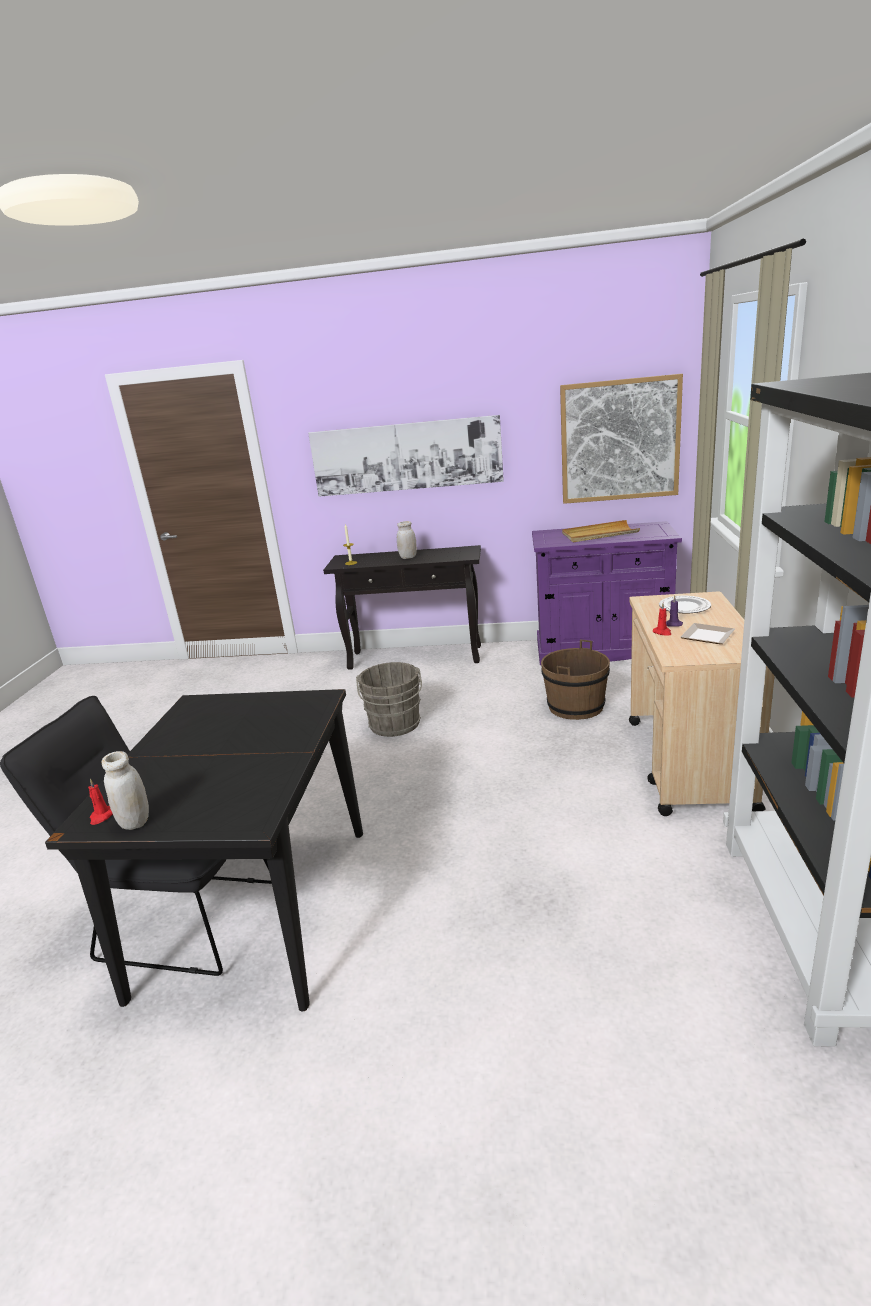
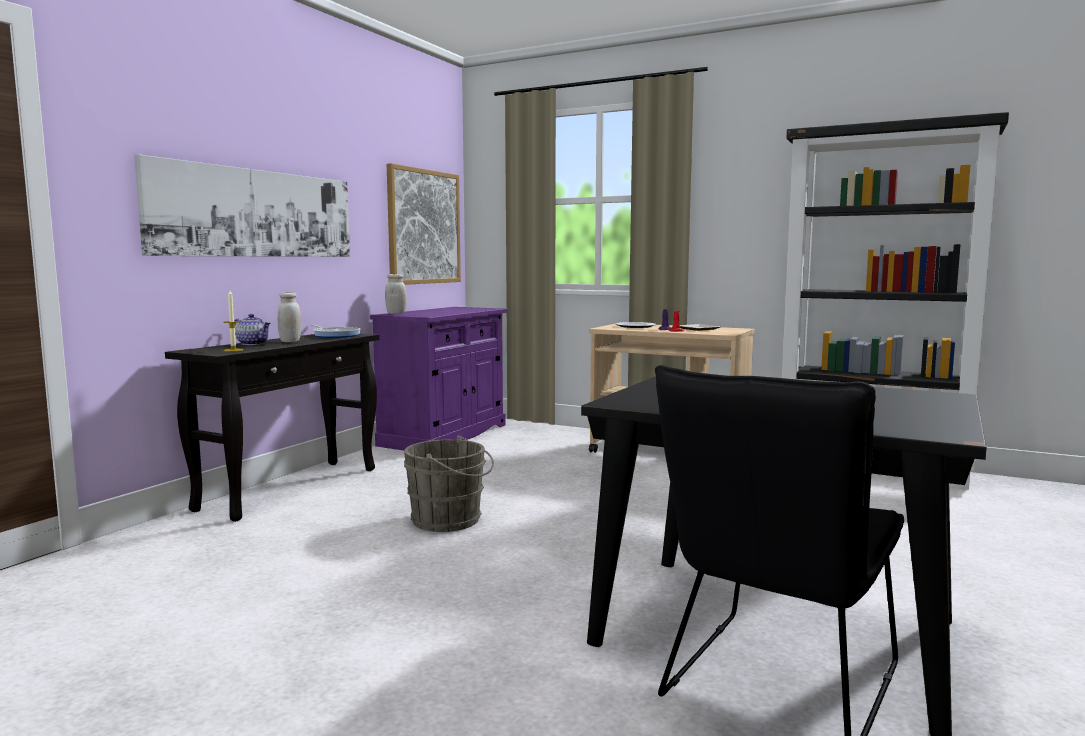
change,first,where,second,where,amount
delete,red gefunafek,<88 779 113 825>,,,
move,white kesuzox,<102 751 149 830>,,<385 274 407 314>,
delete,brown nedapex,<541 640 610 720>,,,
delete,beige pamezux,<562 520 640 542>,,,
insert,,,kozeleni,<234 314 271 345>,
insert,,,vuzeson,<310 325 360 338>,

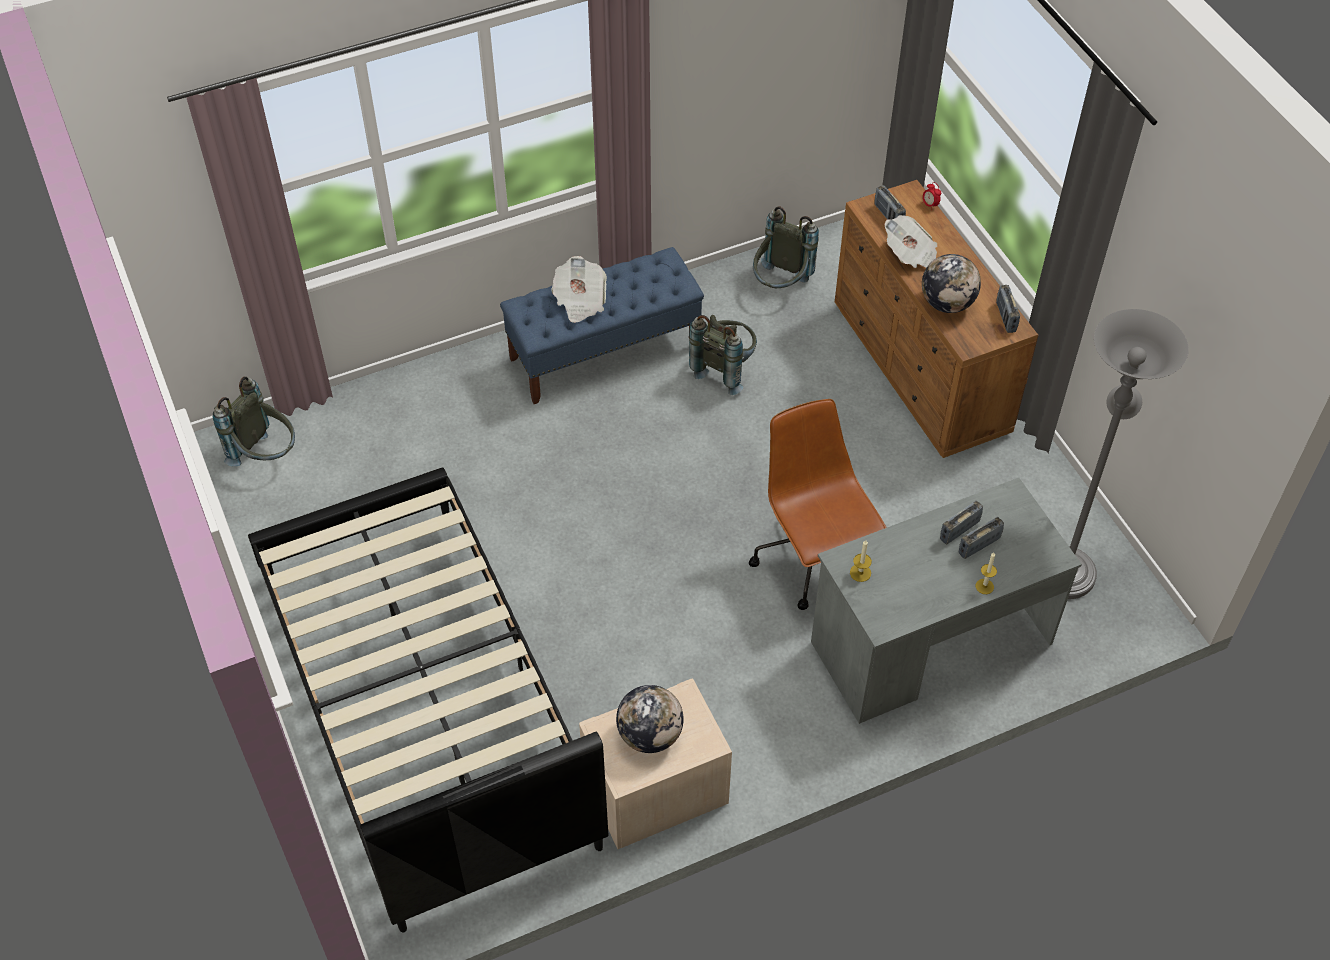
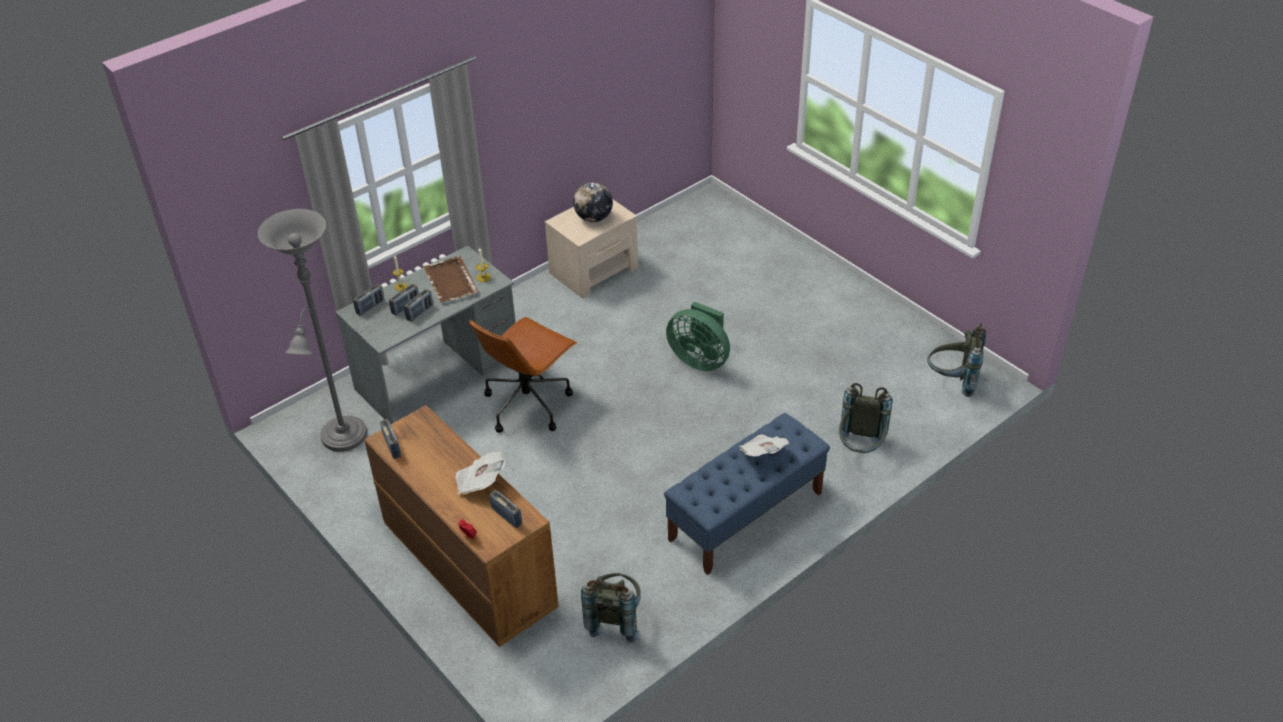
change,first,where,second,where,amount
delete,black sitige,<248 467 609 932>,,,
move,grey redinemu,<689 315 757 395>,,<837 383 893 453>,
rotate,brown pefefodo,<749 399 887 610>,,<469 317 577 433>,75 degrees clockwise
delete,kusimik,<922 254 981 313>,,,
insert,,,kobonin,<353 284 384 316>,
insert,,,brown pamezux,<423 256 478 303>,
insert,,,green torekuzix,<666 302 730 371>,

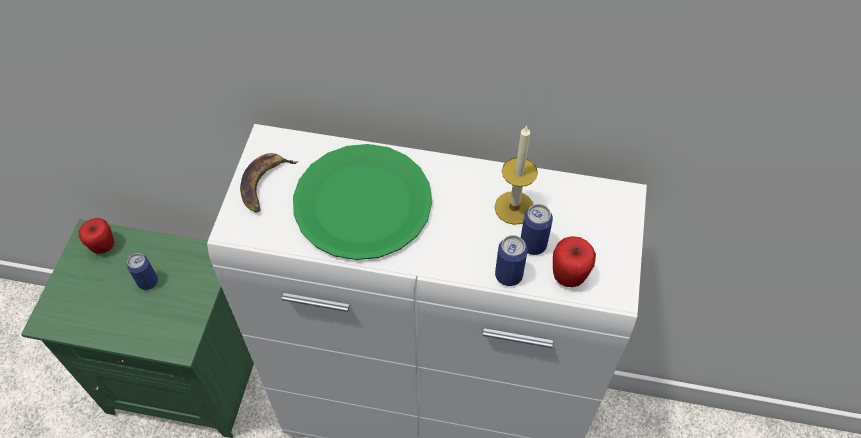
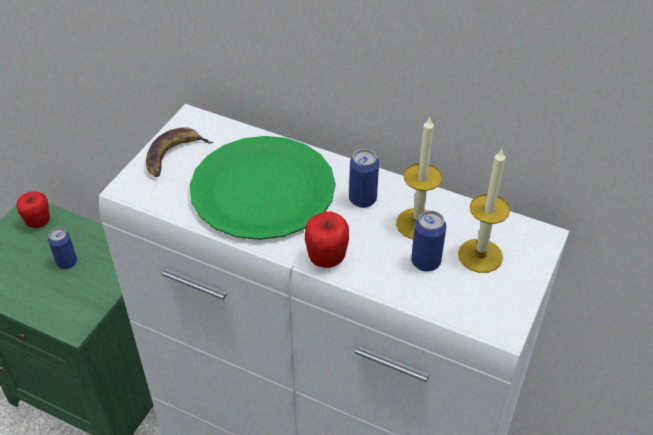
change,first,where,second,where,amount
move,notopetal,<495 235 528 286>,,<349 149 379 208>,
move,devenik,<553 236 596 287>,,<305 211 349 268>,
insert,,,gefunafek,<458 149 510 273>,

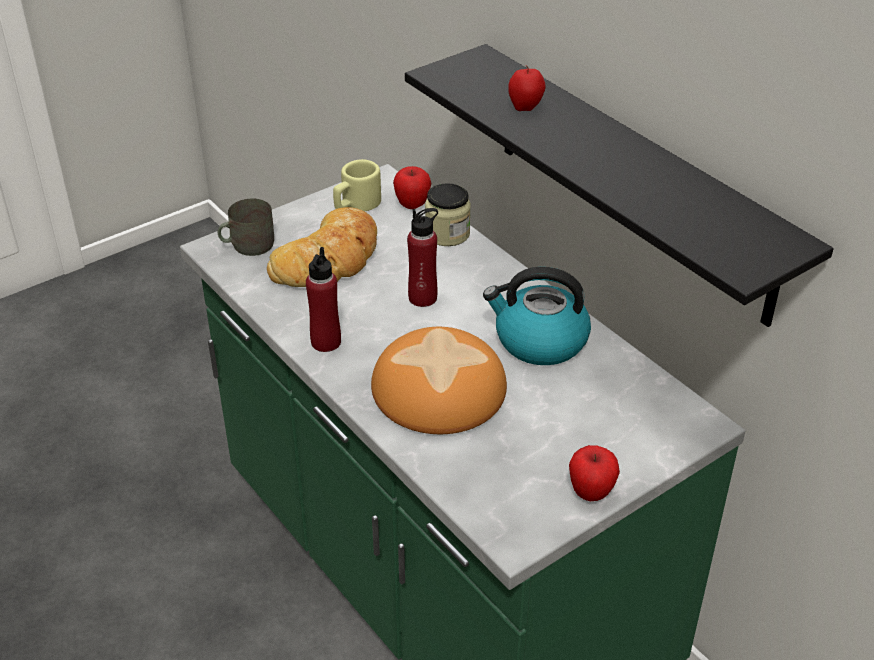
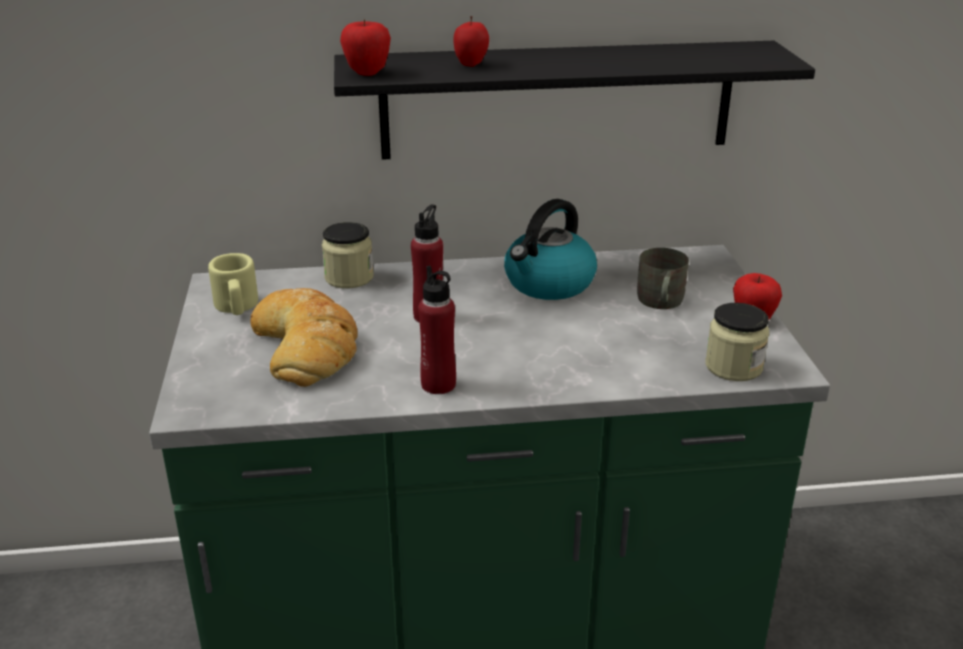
change,first,where,second,where,amount
move,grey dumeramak,<217 199 274 256>,,<637 248 689 309>,
delete,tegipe,<371 327 507 434>,,,
move,devenik,<393 166 431 209>,,<340 19 391 76>,
insert,,,kesuzox,<705 303 769 381>,

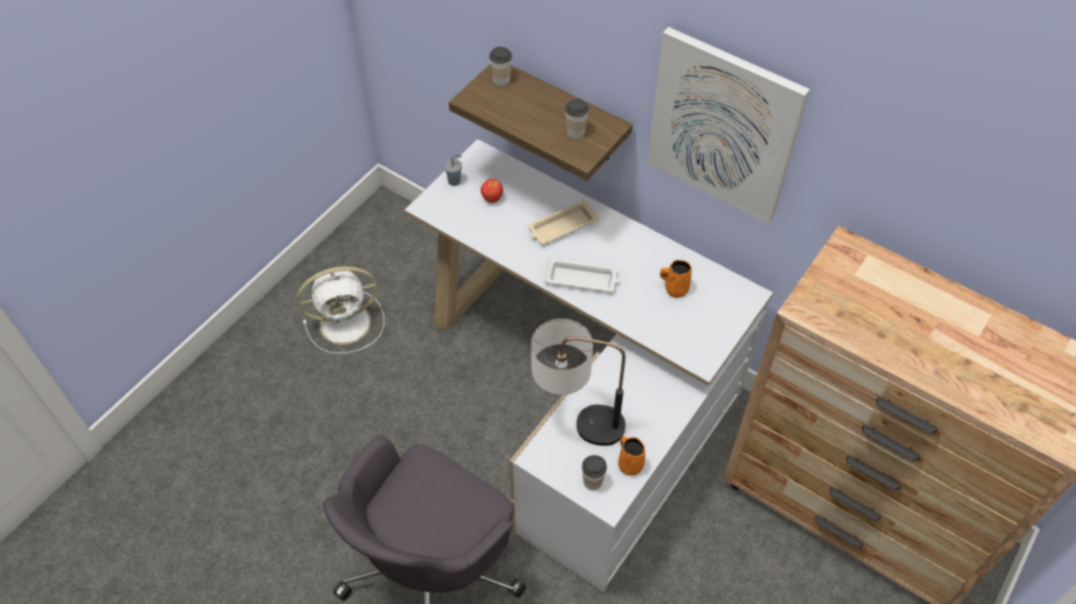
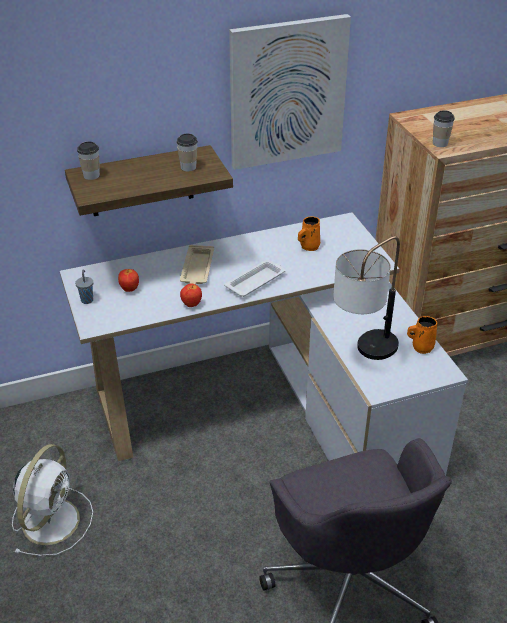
change,first,where,second,where,amount
move,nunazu,<582 455 607 490>,,<433 110 455 147>,
insert,,,devenik,<180 284 202 307>,

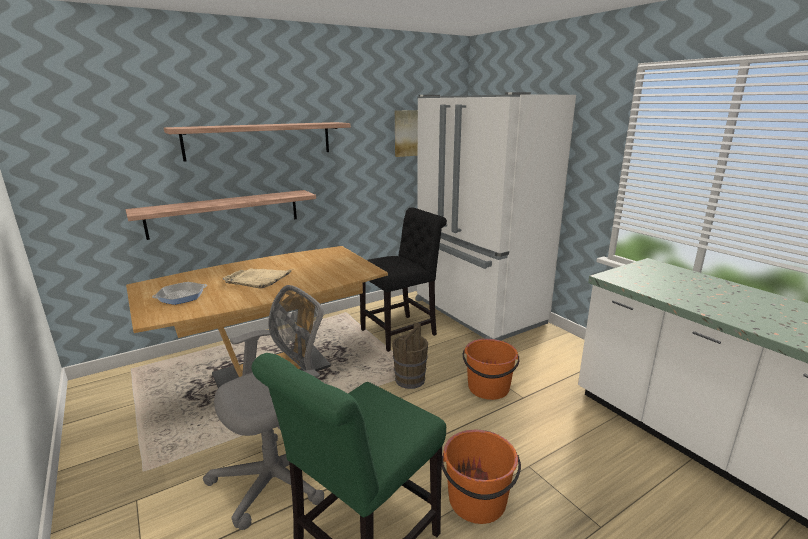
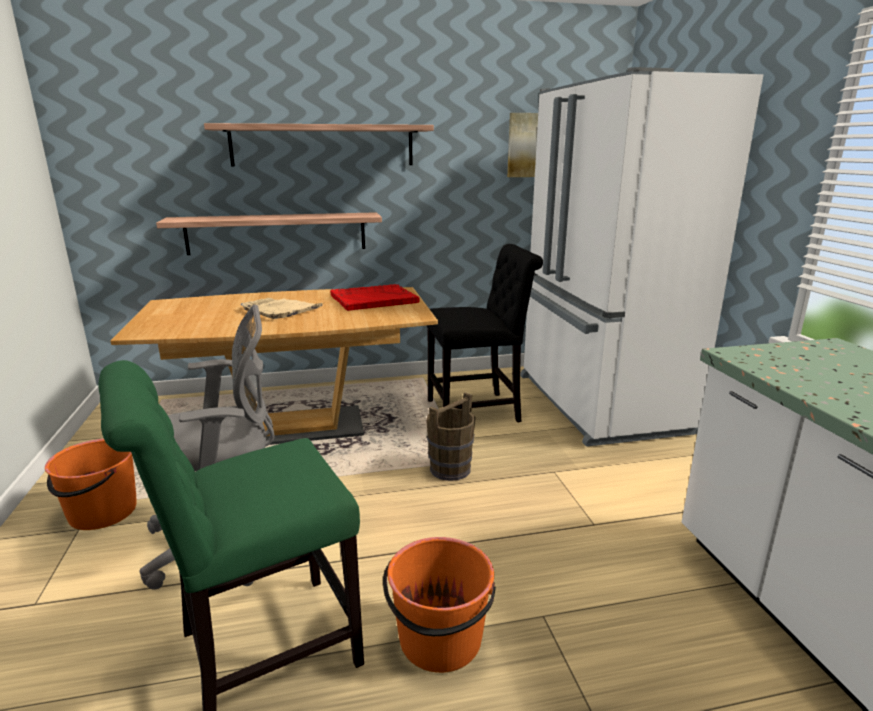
change,first,where,second,where,amount
delete,vuzeson,<152 282 207 305>,,,
move,orange nedapex,<463 339 519 400>,,<45 439 137 530>,
insert,,,red pamezux,<330 284 419 311>,

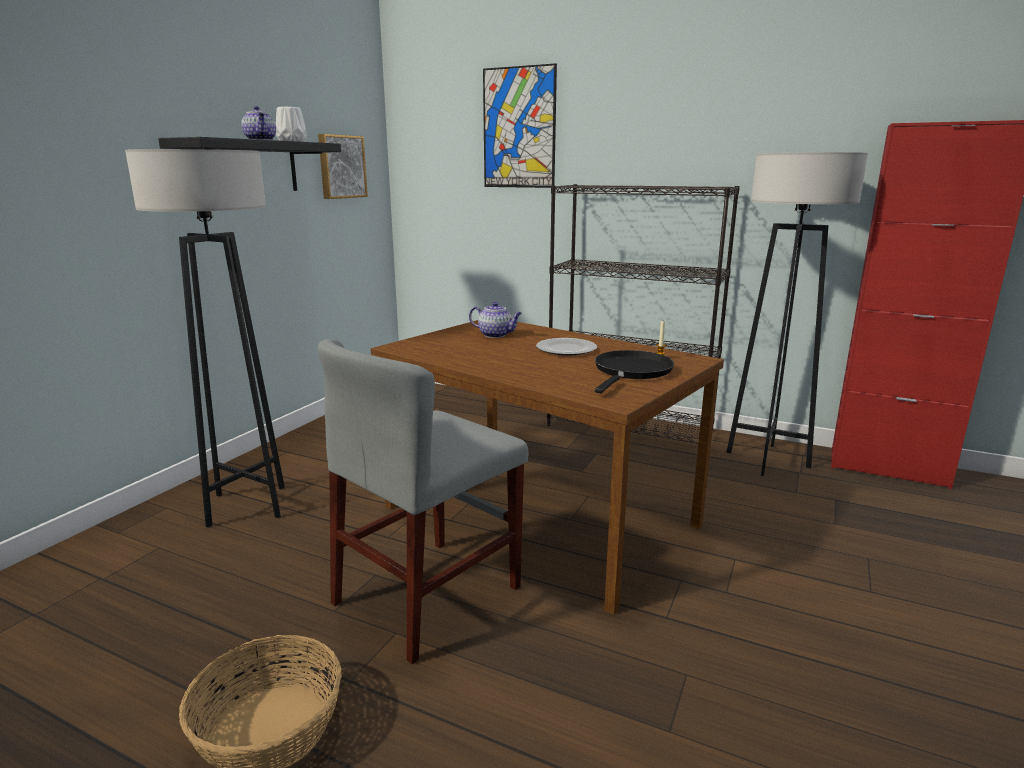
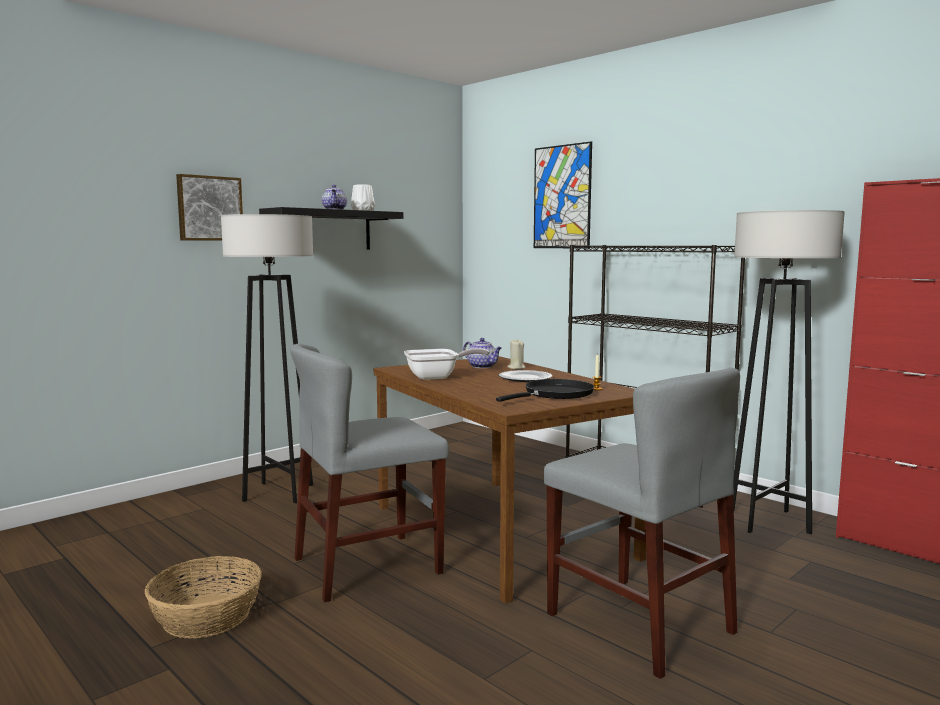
change,first,where,second,where,amount
move,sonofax,<318 134 368 199>,,<176 174 243 241>,
insert,,,vuzeson,<404 348 489 380>,
insert,,,beige gefunafek,<507 340 526 369>,
insert,,,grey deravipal,<544 368 740 679>,

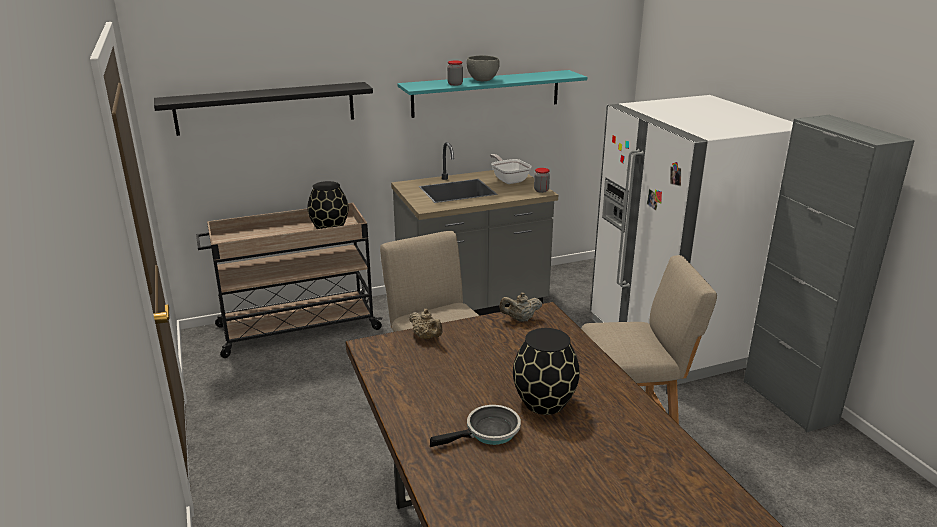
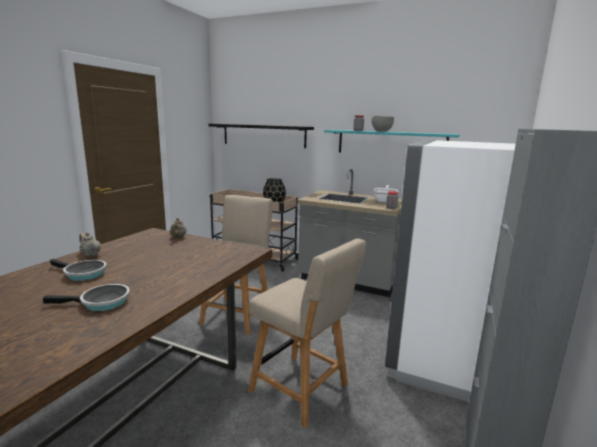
change,first,where,second,where,amount
move,beige kozeleni,<500 292 542 321>,,<79 232 101 257>,
delete,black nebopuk,<513 328 580 415>,,,
insert,,,vuzeson,<43 284 130 311>,

